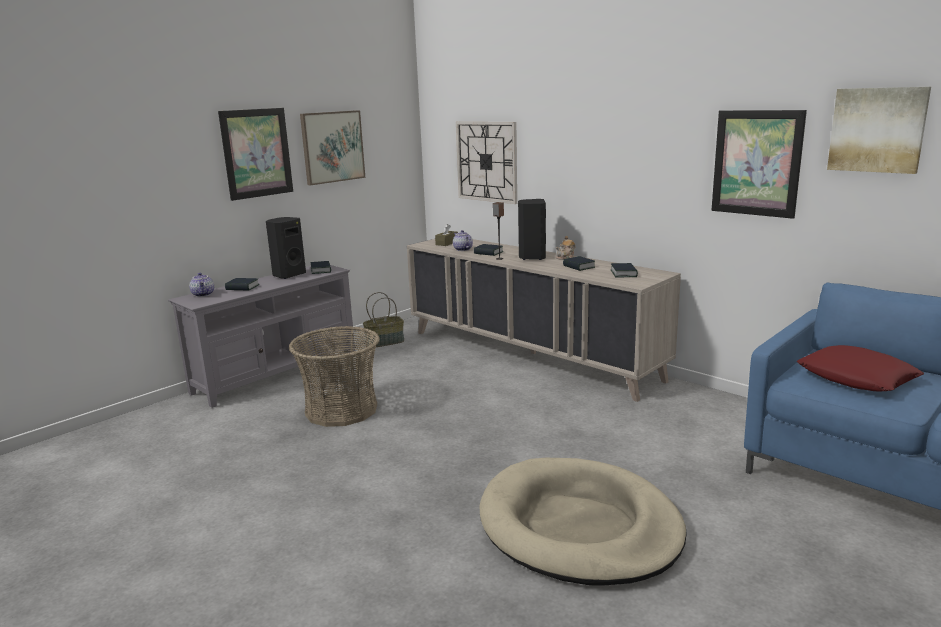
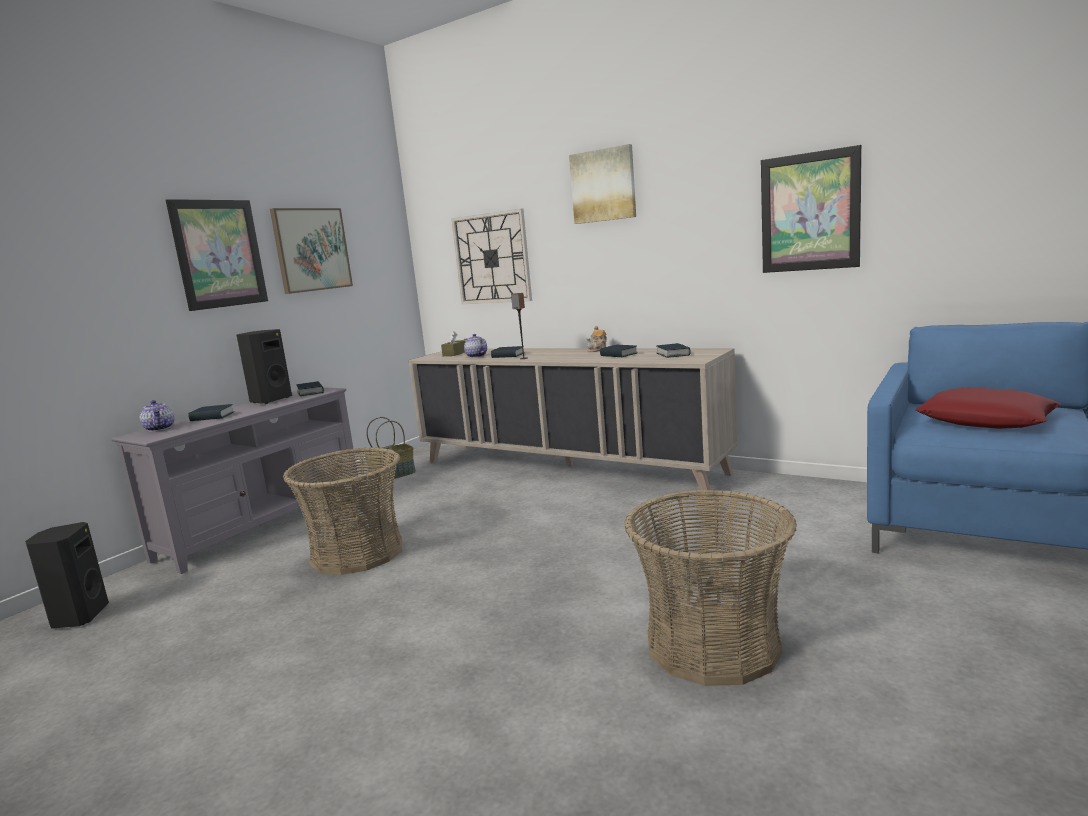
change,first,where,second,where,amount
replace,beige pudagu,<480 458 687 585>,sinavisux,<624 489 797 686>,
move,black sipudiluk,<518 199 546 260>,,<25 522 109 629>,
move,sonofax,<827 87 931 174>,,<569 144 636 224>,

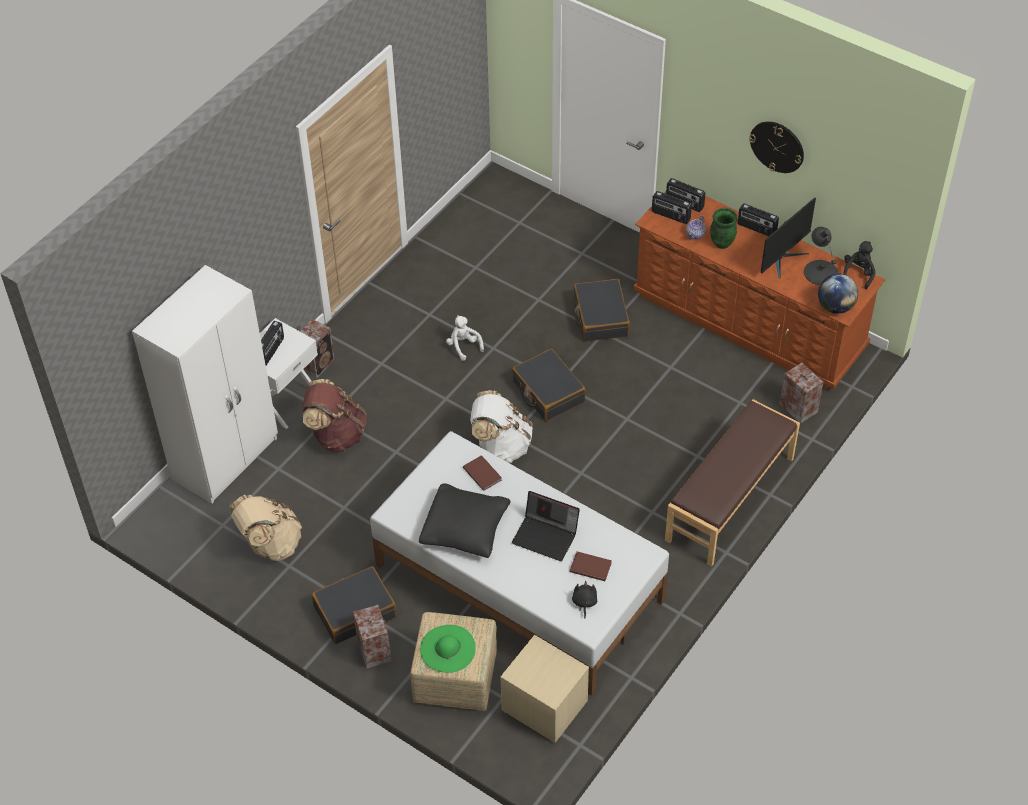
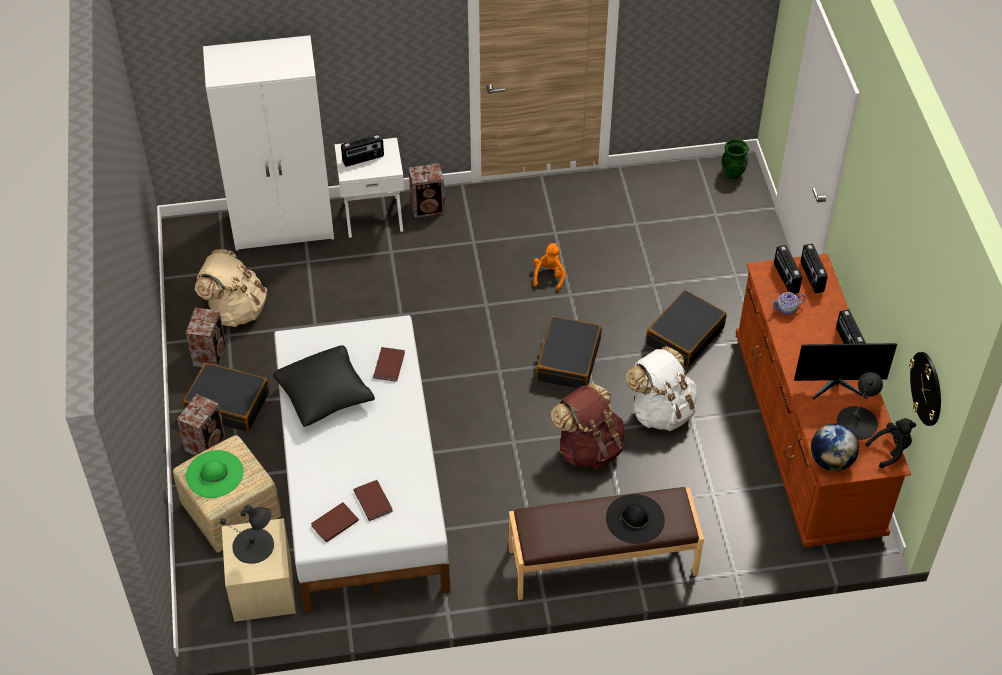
change,first,where,second,where,amount
move,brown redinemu,<302 379 367 451>,,<551 383 624 469>,
recolor,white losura,<446 315 484 361>,orange losura,<533 243 566 291>,
move,white redinemu,<470 390 533 463>,,<626 346 697 431>,
delete,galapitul,<512 491 580 561>,,,
replace,black losura,<572 581 597 619>,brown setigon,<311 502 359 543>,
move,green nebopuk,<710 208 738 249>,,<722 139 749 179>,
move,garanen,<749 121 804 173>,,<909 352 941 426>,
move,sipudiluk,<780 363 824 424>,,<186 308 226 367>,
insert,,,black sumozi,<220 505 274 564>,
insert,,,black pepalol,<606 494 665 544>,

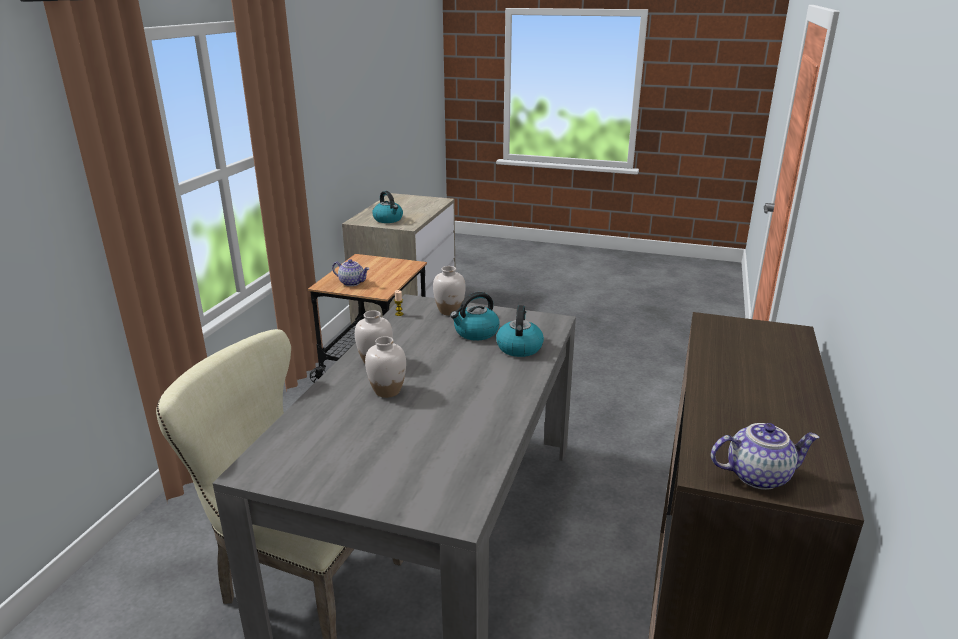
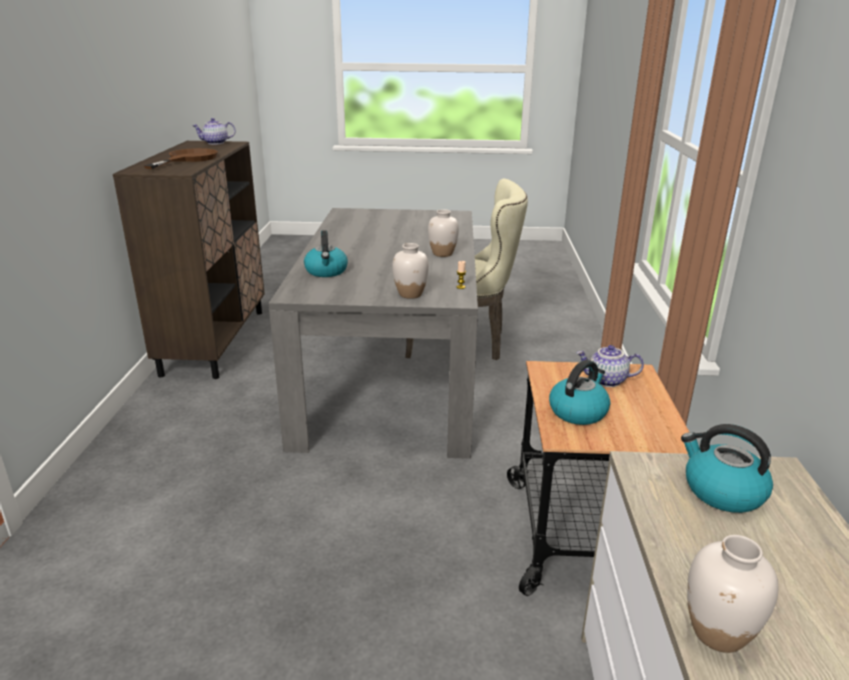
change,first,where,second,where,amount
move,white nebopuk,<365 336 406 398>,,<687 535 778 653>,
move,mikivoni,<450 292 500 341>,,<549 360 610 425>,
insert,,,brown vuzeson,<144 148 218 169>,

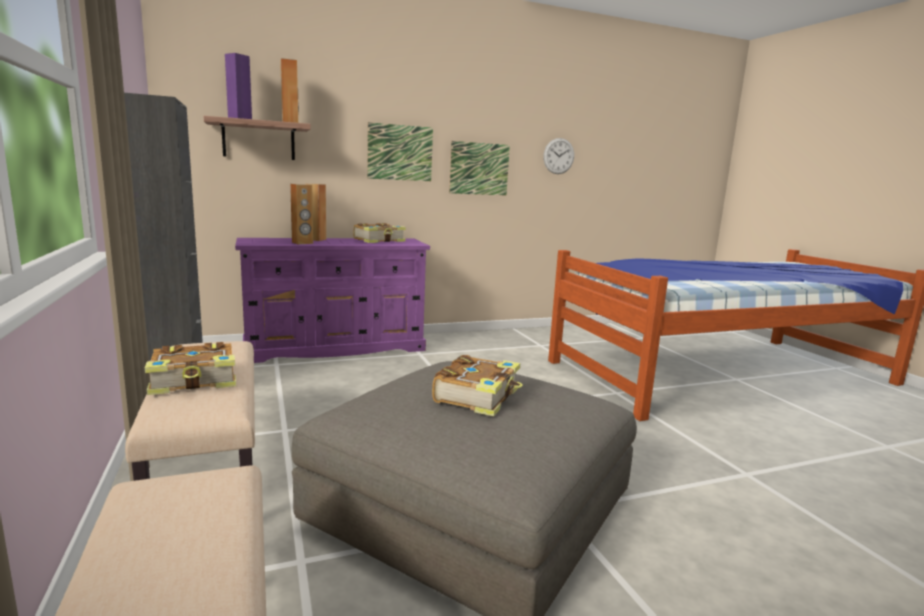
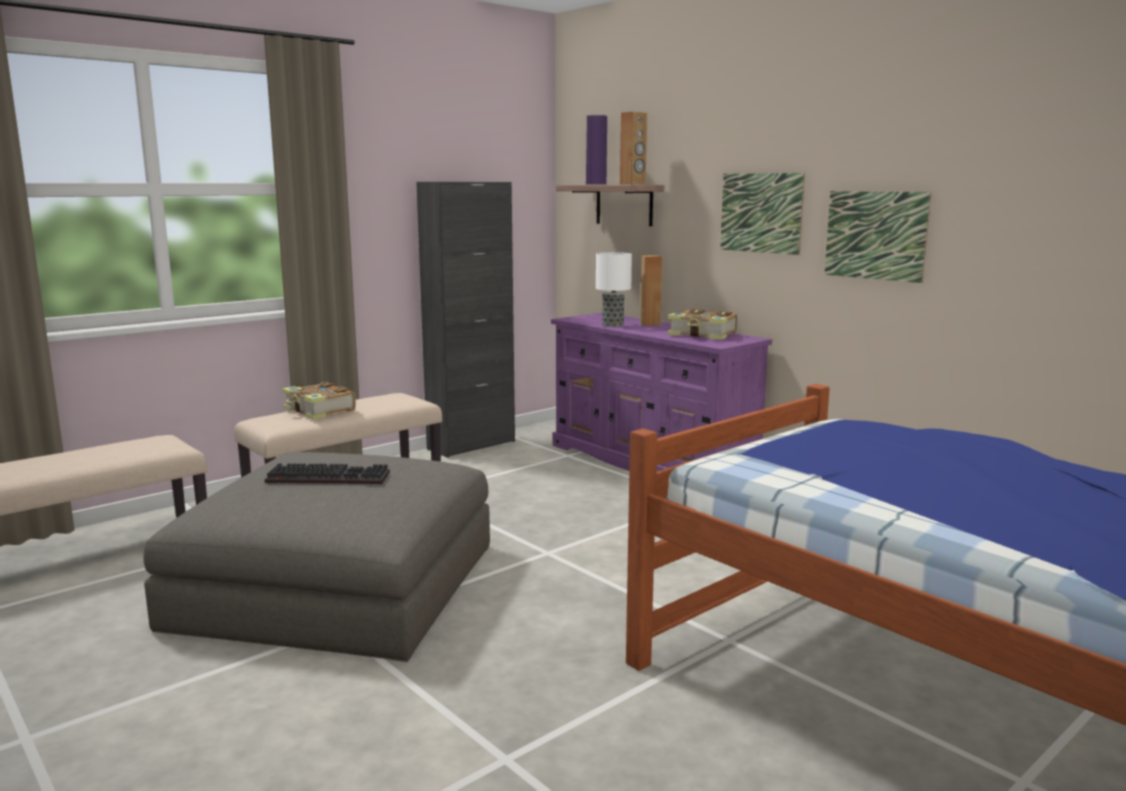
change,first,where,second,where,amount
replace,brown sipudiluk,<290 184 313 244>,sumozi,<596 252 632 327>,
replace,setigon,<432 355 523 416>,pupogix,<265 463 390 484>,
delete,garanen,<543 138 574 174>,,,

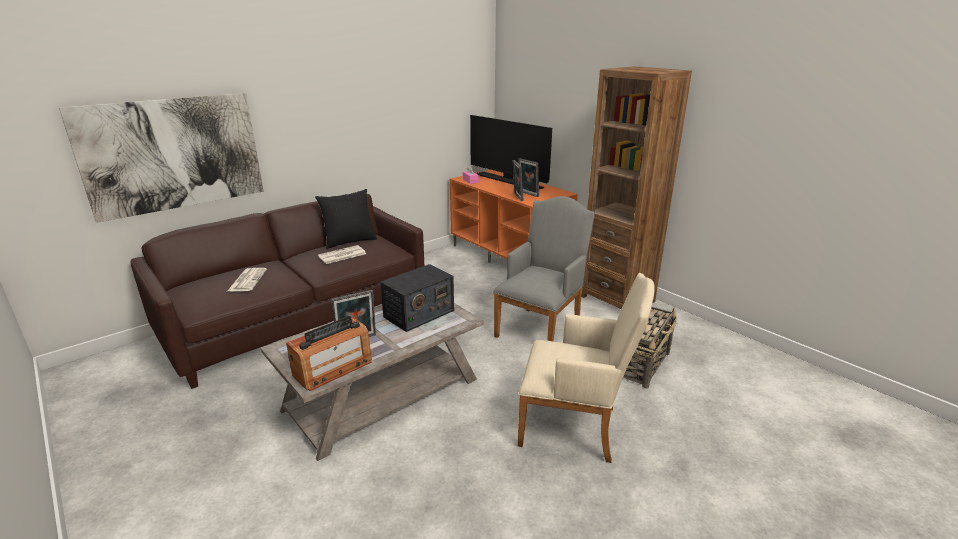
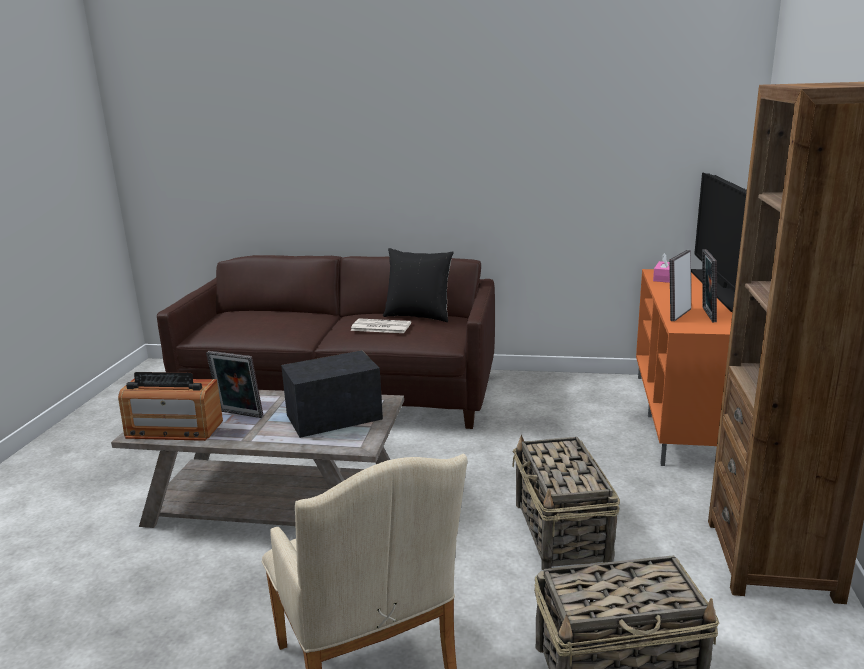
change,first,where,second,where,amount
delete,sonofax,<59 93 264 223>,,,
delete,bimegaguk,<228 268 267 291>,,,
rotate,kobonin,<380 264 454 332>,,<281 350 383 438>,150 degrees clockwise
replace,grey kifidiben,<493 196 595 341>,sinavisux,<512 434 620 570>,

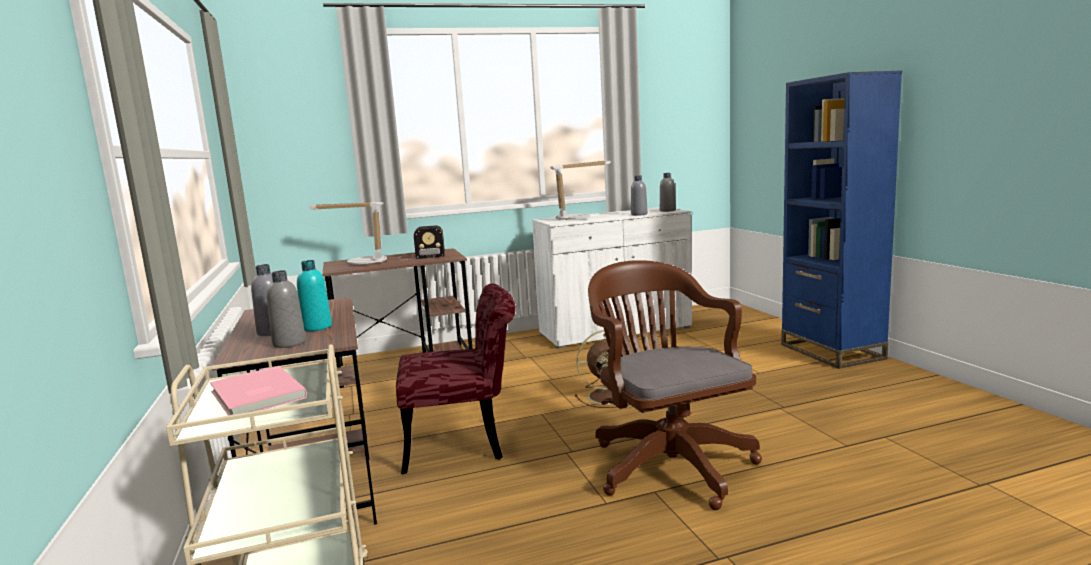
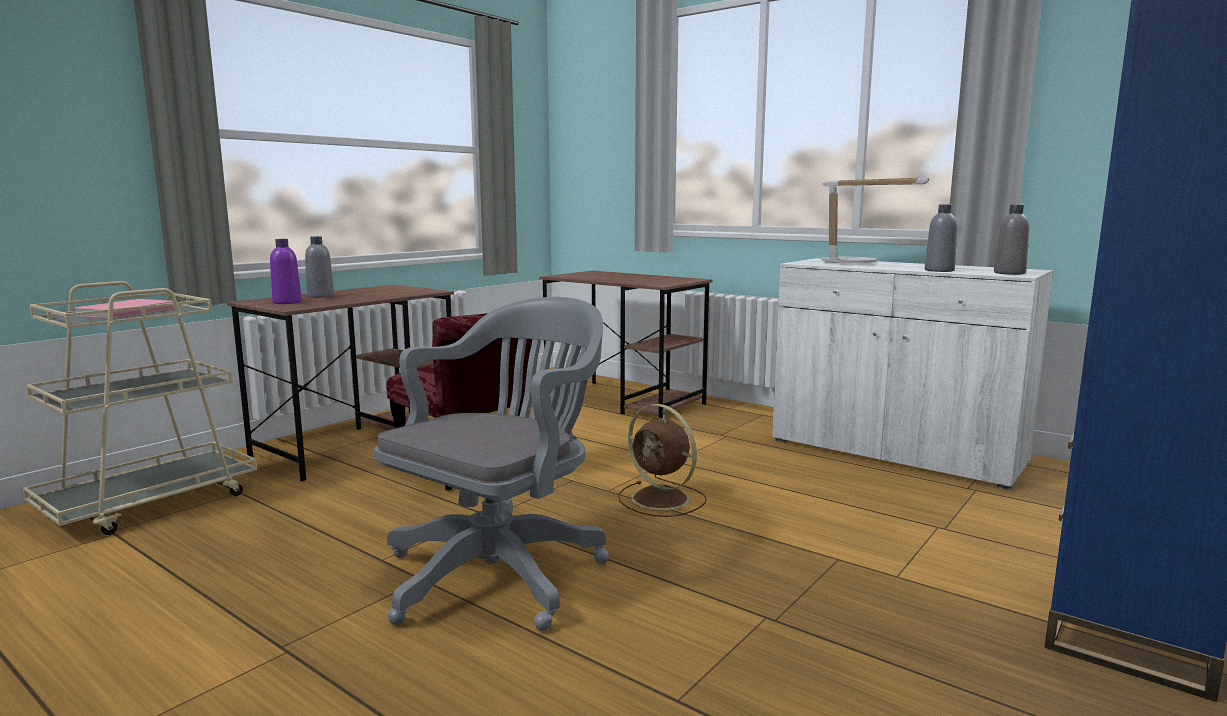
change,first,where,second,where,amount
recolor,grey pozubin,<267 270 306 348>,purple pozubin,<270 239 302 304>,
delete,turquoise pozubin,<297 260 332 331>,,,
delete,sumozi,<308 202 387 264>,,,
delete,kobonin,<398 225 445 260>,,,
recolor,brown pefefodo,<588 260 762 510>,grey pefefodo,<374 297 609 631>,

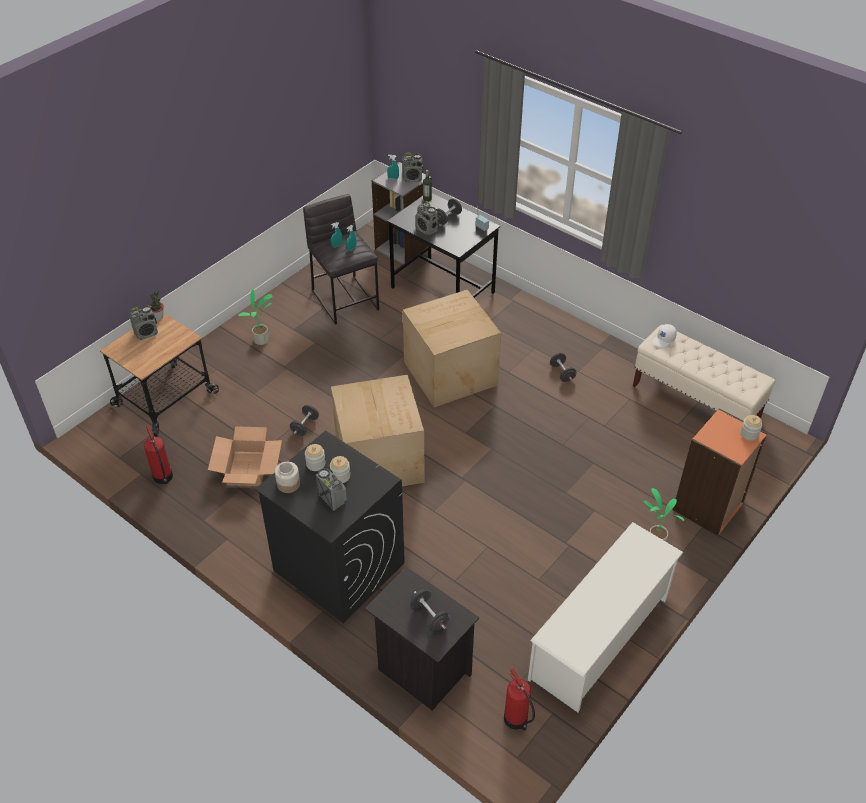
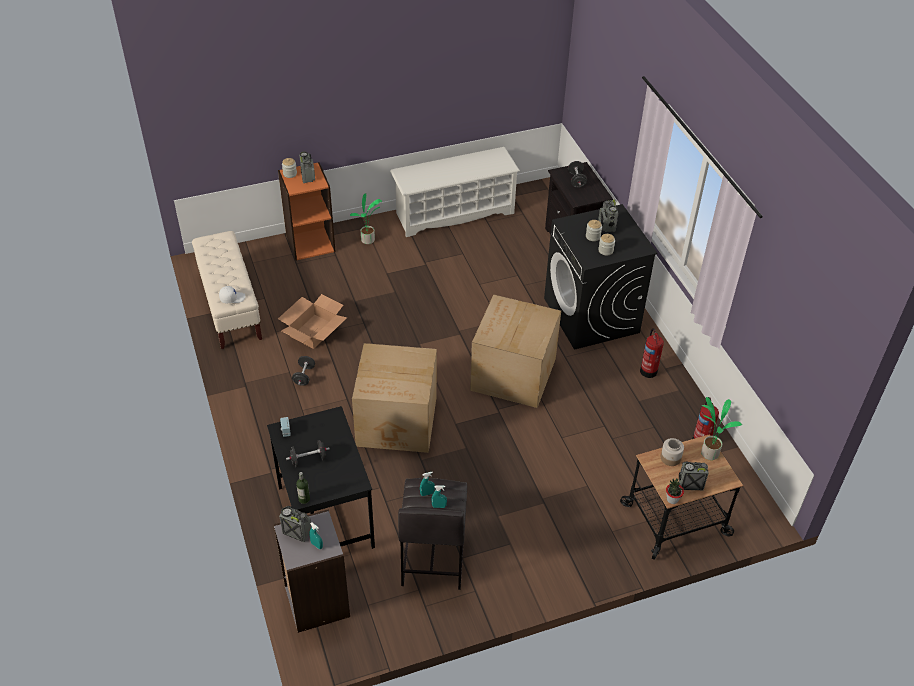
change,first,where,second,where,amount
move,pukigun,<208 426 282 486>,,<278 294 347 349>,
move,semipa,<238 289 273 345>,,<701 397 742 460>,
move,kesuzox,<275 462 300 493>,,<661 438 684 466>,
delete,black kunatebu,<290 405 319 436>,,,
move,kobonin,<415 201 438 235>,,<299 151 315 183>,
move,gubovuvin,<504 668 535 730>,,<640 328 664 378>,

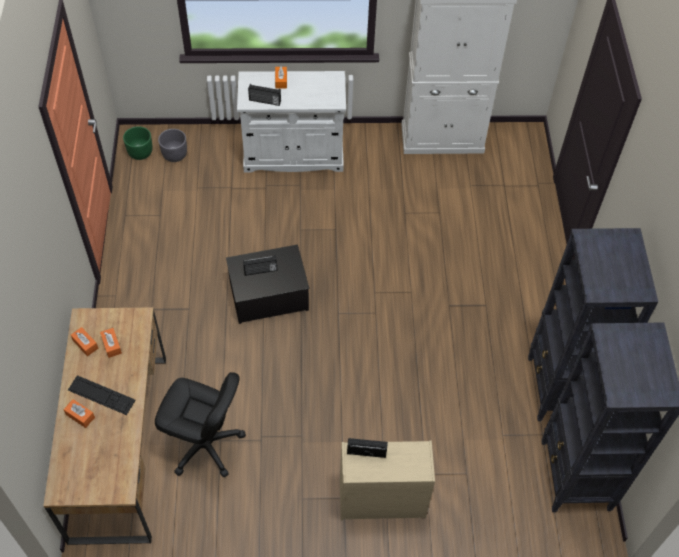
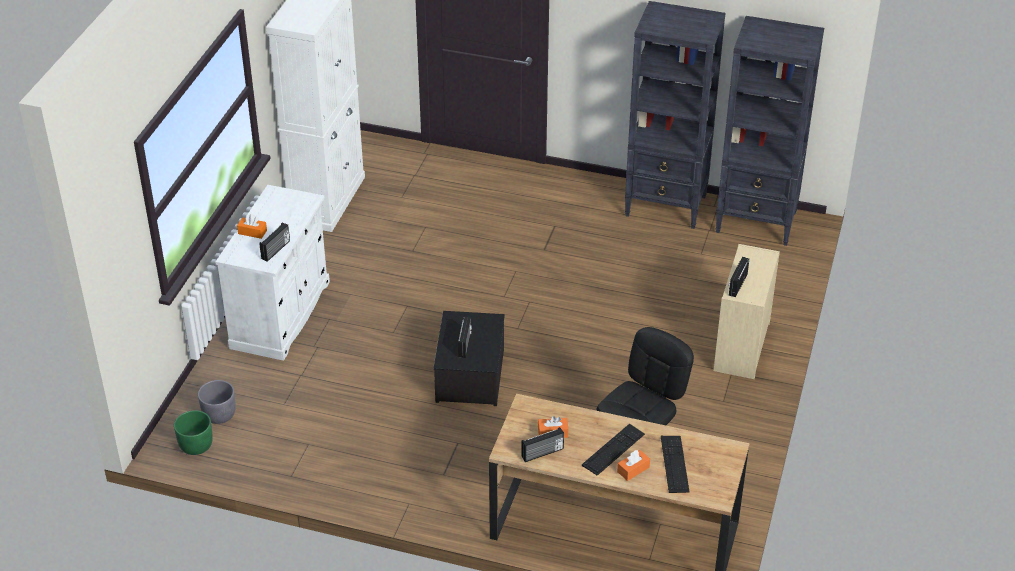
change,first,where,second,where,amount
replace,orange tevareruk,<71 327 98 356>,kobonin,<521 427 564 462>,
insert,,,pupogix,<661 436 690 493>,

